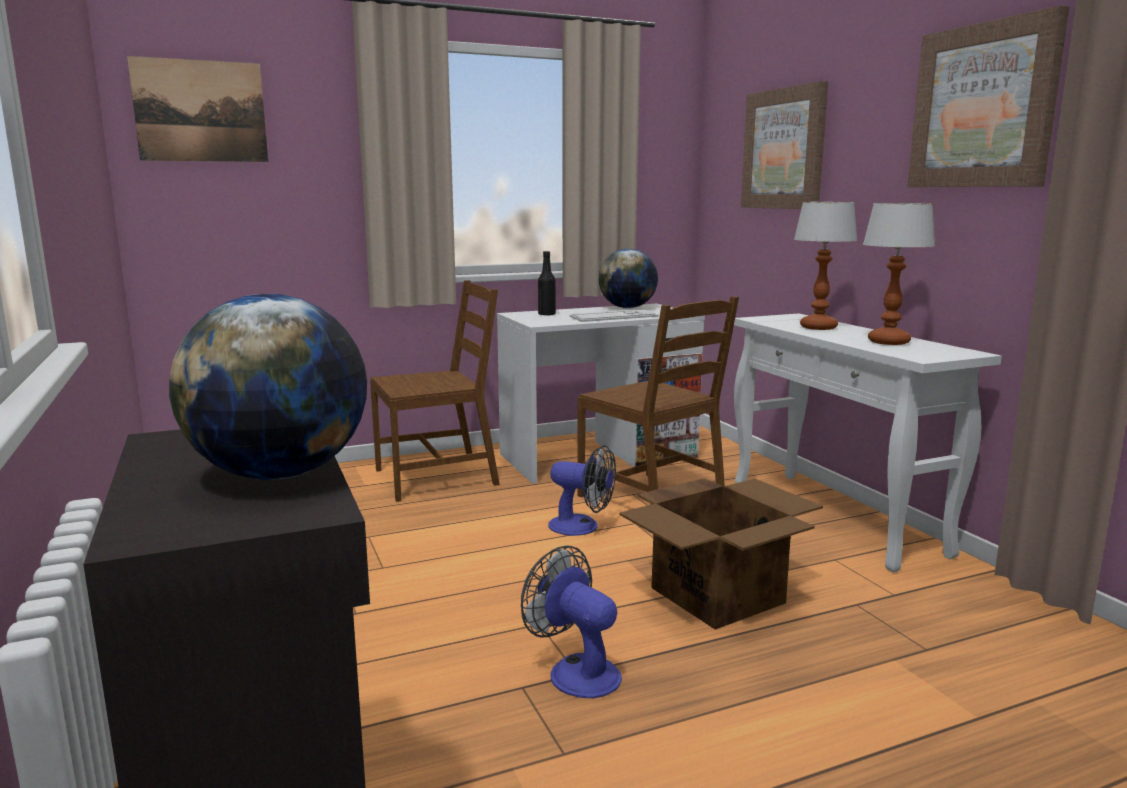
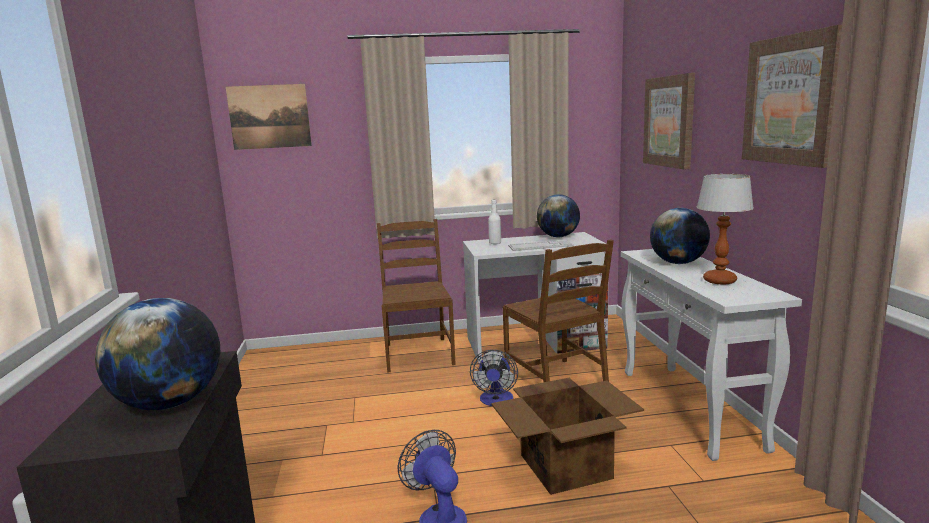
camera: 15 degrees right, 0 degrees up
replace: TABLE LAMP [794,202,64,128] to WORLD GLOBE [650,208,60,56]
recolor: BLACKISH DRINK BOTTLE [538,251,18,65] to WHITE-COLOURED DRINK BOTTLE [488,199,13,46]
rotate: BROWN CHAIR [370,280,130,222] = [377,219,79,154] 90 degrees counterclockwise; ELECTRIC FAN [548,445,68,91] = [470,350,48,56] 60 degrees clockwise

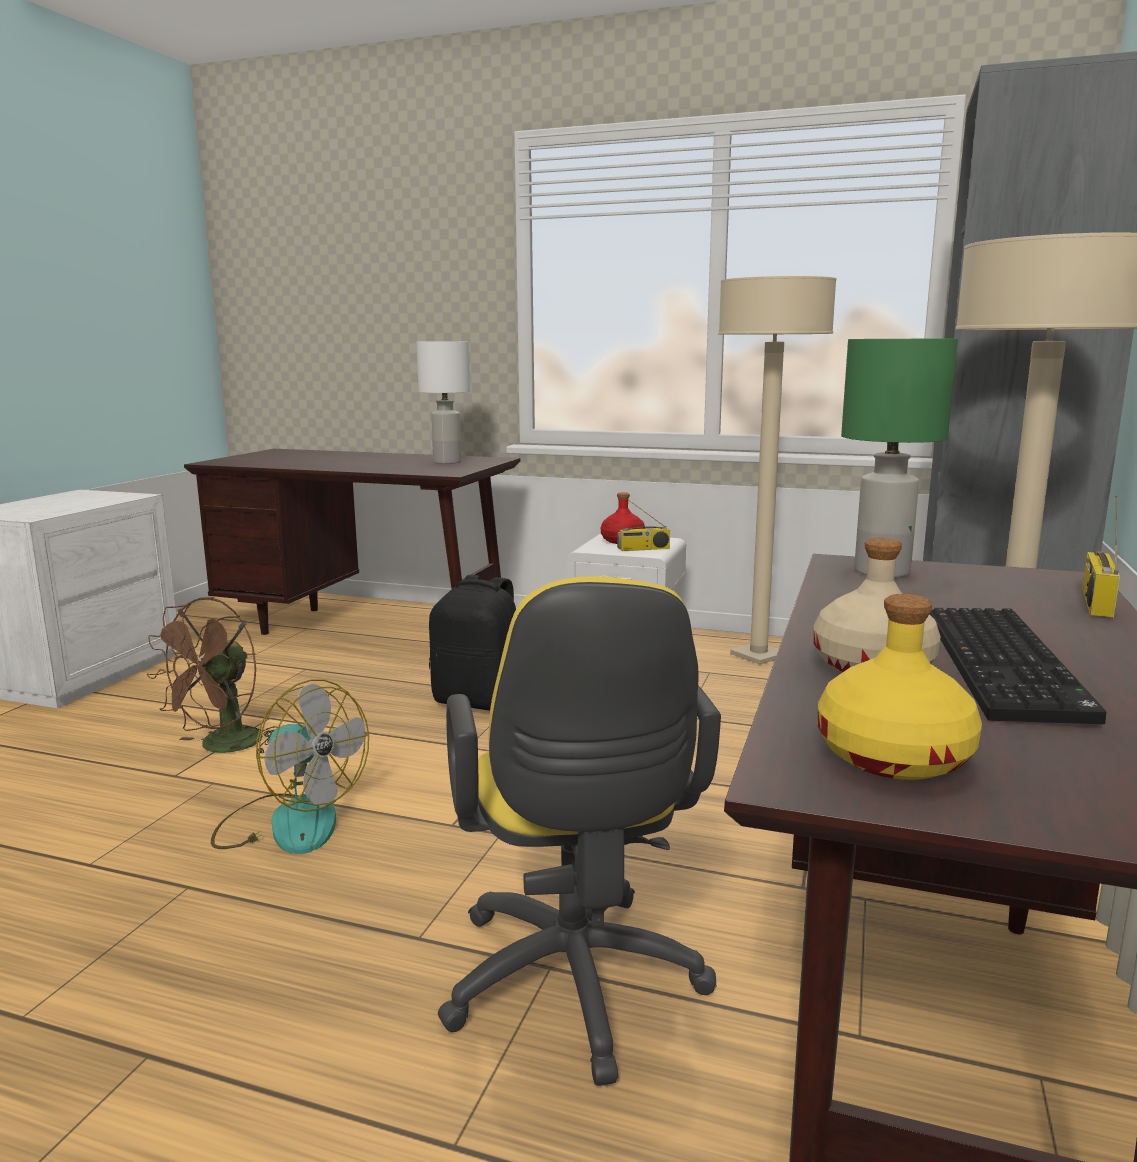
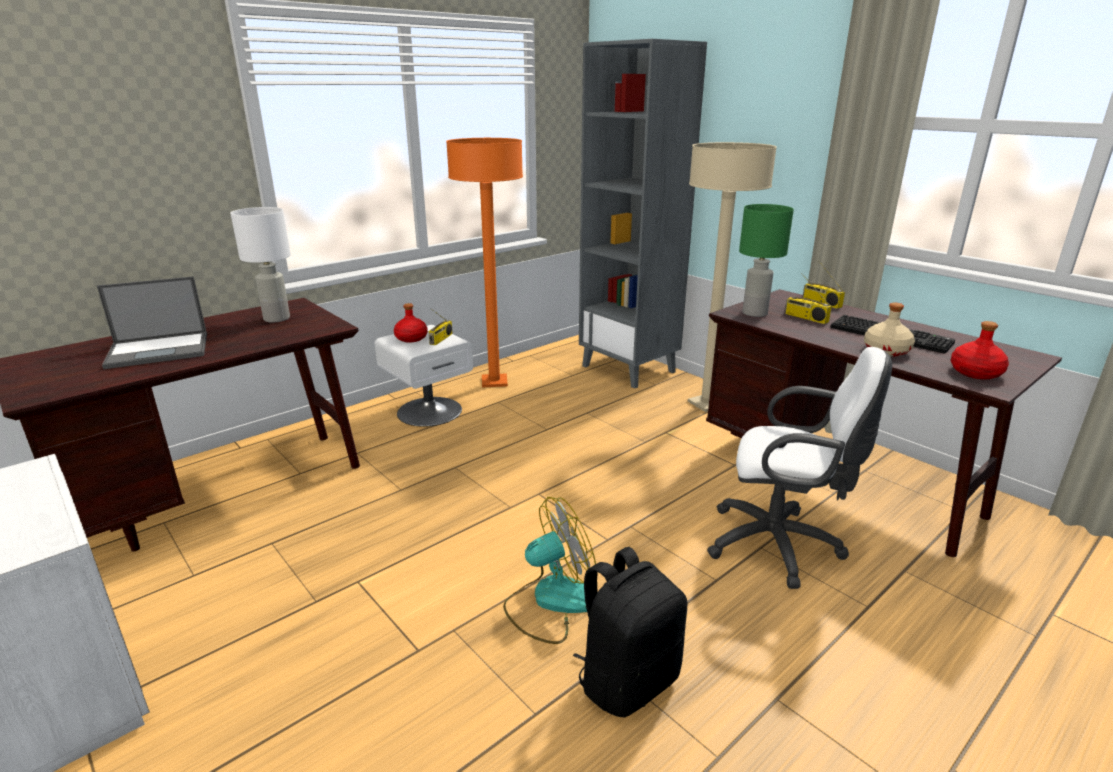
camera: 60 degrees left, 10 degrees up
delete: BROWN ELECTRIC FAN [146,597,132,158]
insert: NOTEBOOK COMPUTER [97,276,110,93]; RADIO RECEIVER [785,273,47,51]
move: BLACKISH RUCKSACK [429,575,87,136] to [573,547,114,170]
recolor: YELLOWISH OFFICE CHAIR [438,576,283,510] to WHITE-COLOURED OFFICE CHAIR [707,347,185,242]; SAND-COLOURED STANDING LAMP [718,276,119,389] to ORANGEY STANDING LAMP [446,138,77,249]; YELLOWISH DRINK BOTTLE [818,594,164,186] to RED-COLOURED DRINK BOTTLE [950,321,59,58]

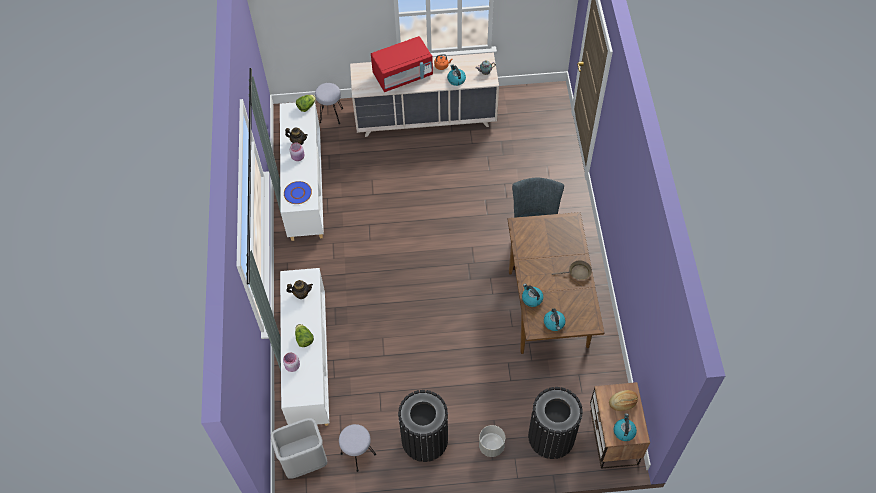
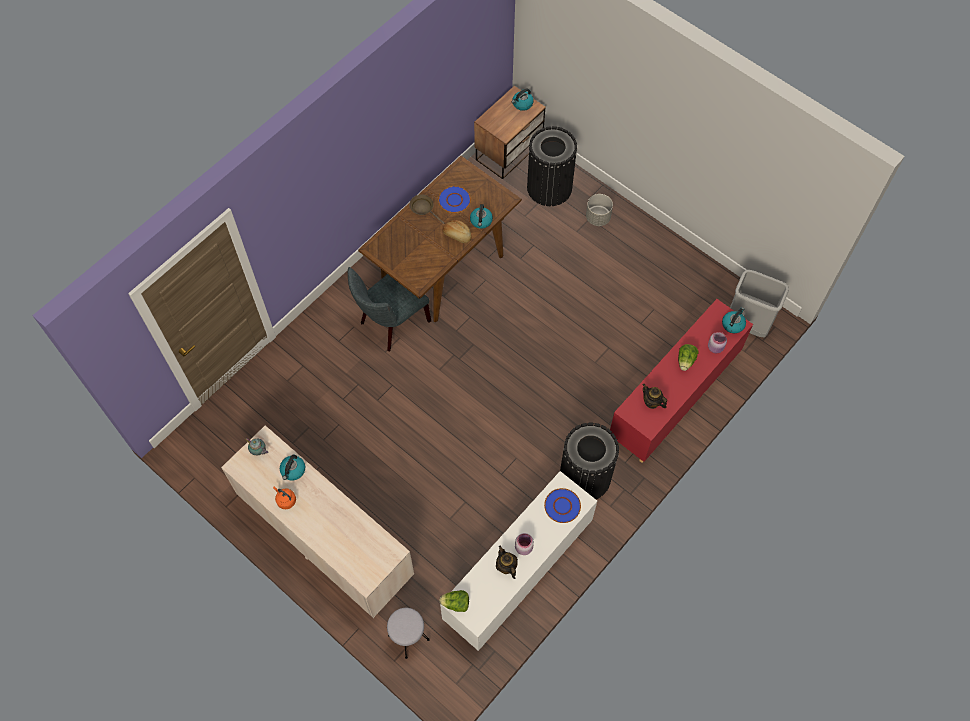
camera: 135 degrees left, 5 degrees up
delete: GREYISH STOOL SEAT [339,424,37,48]; RED-COLOURED MICROWAVE [371,36,62,56]
insert: BLUE-COLOURED FLAT DISH [438,186,33,27]
move: BLACKISH WASTE BIN [398,390,50,72] to [560,423,59,76]; WATER KETTLE [544,308,22,23] to [722,307,24,26]; BREAD [609,390,29,21] to [443,220,29,23]
recolor: WHITE-COLOURED CABINET [280,268,49,158] to RED-COLOURED CABINET [610,299,143,164]

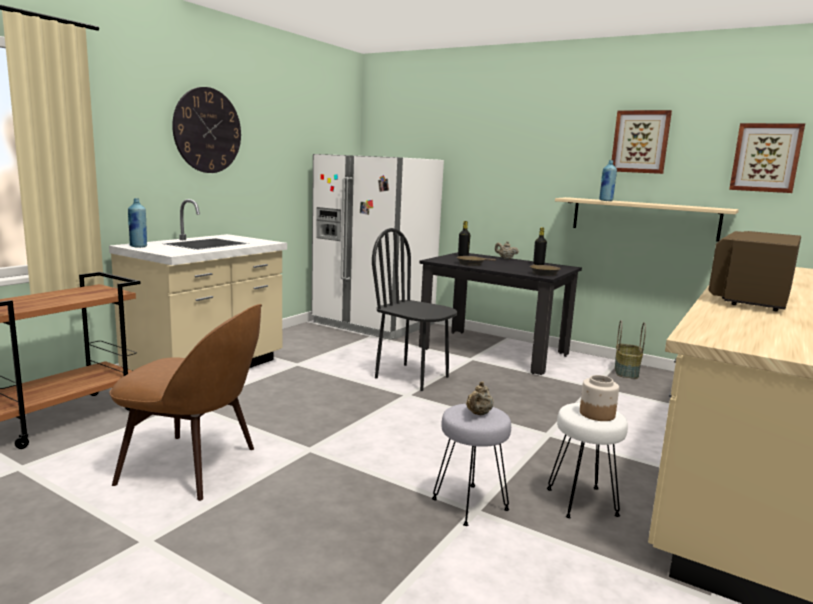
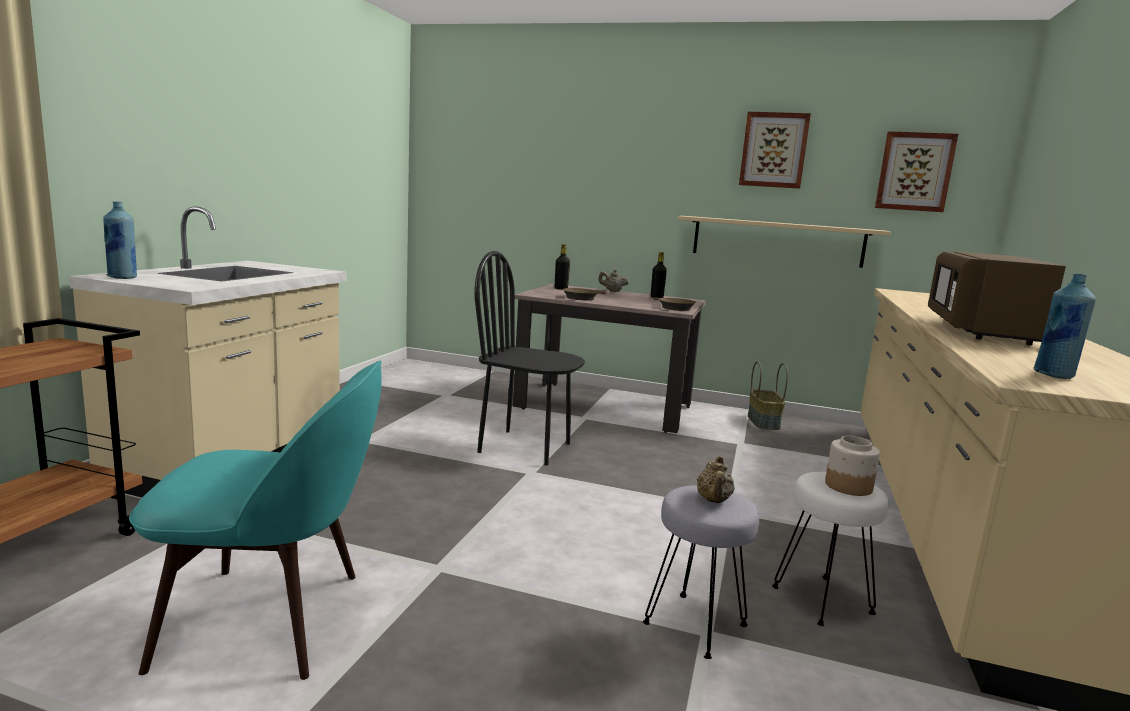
camera: 15 degrees left, 0 degrees up
delete: HANGING CLOCK [172,87,69,86]; WHITE-COLOURED REFRIGERATOR [312,154,132,186]
move: BLUE-COLOURED DRINK BOTTLE [599,160,18,41] to [1034,273,62,106]
recolor: BROWN CHAIR [109,304,153,197] to TURQUOISE-COLOURED CHAIR [129,360,253,320]; BLACKISH DINING TABLE [419,252,163,123] to SAND-COLOURED DINING TABLE [513,284,193,149]

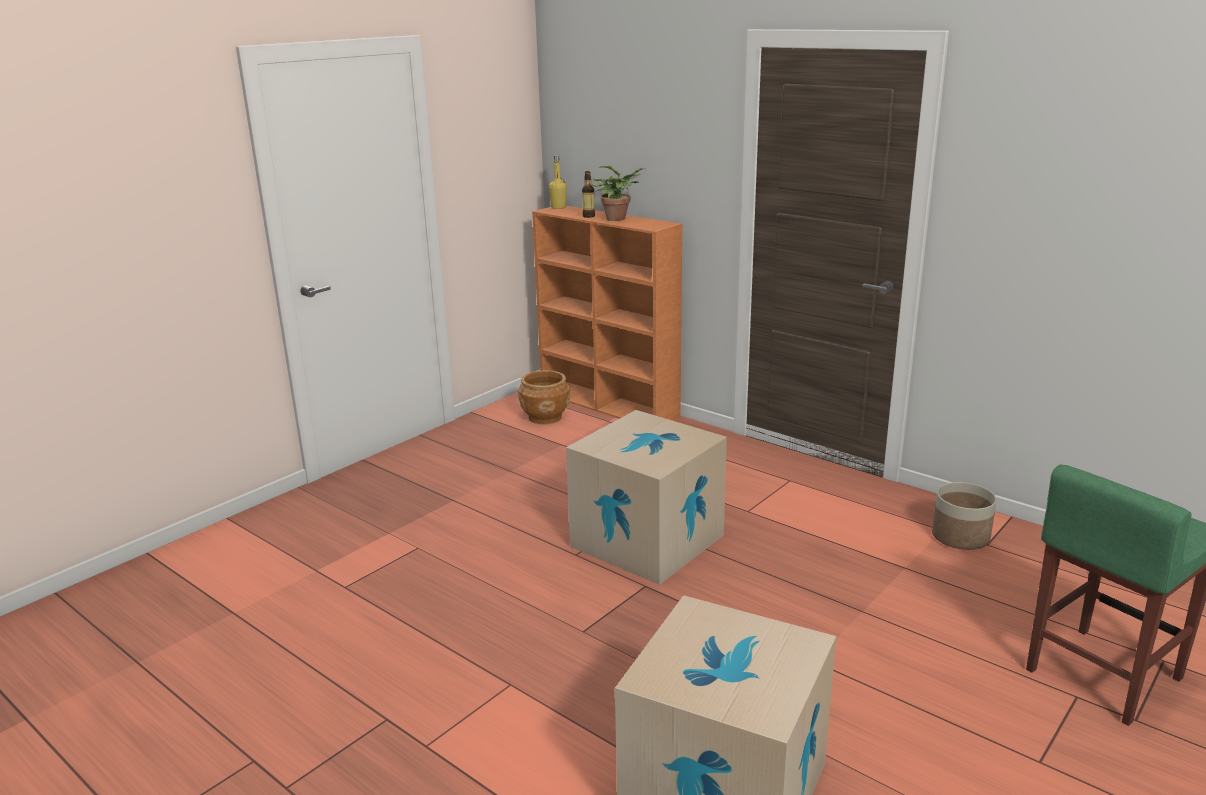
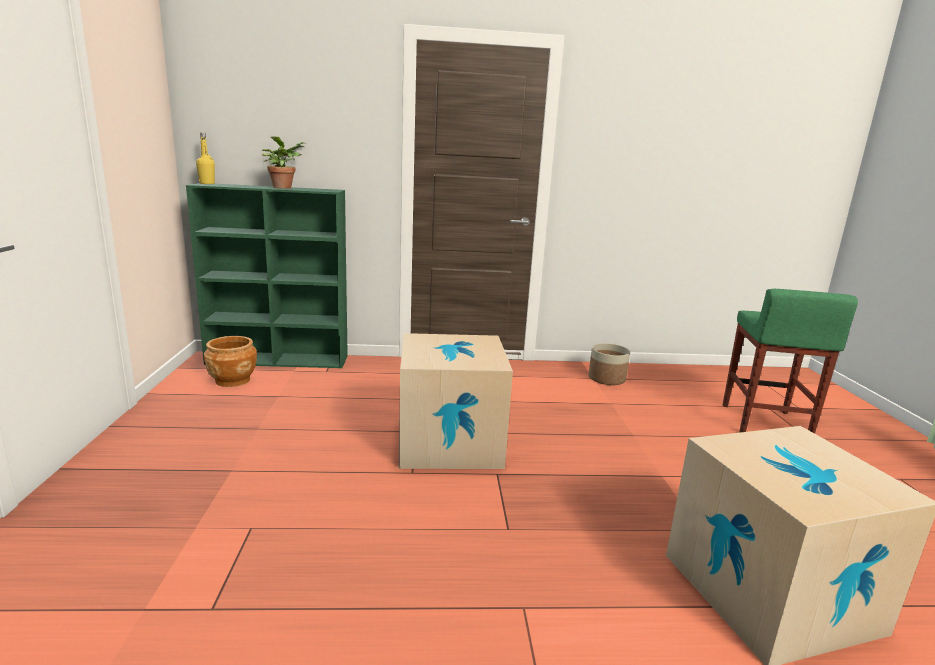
camera: 45 degrees left, 5 degrees down
delete: DRINK BOTTLE [582,171,13,47]
recolor: ORANGEY SHELVING UNIT [532,206,150,215] to GREEN-COLOURED SHELVING UNIT [186,183,162,185]

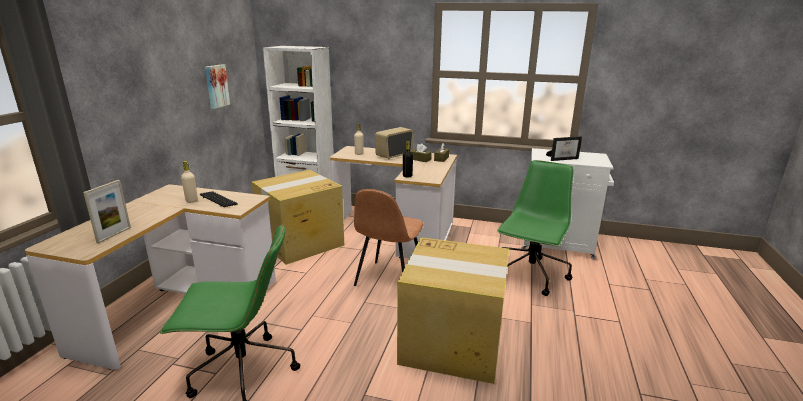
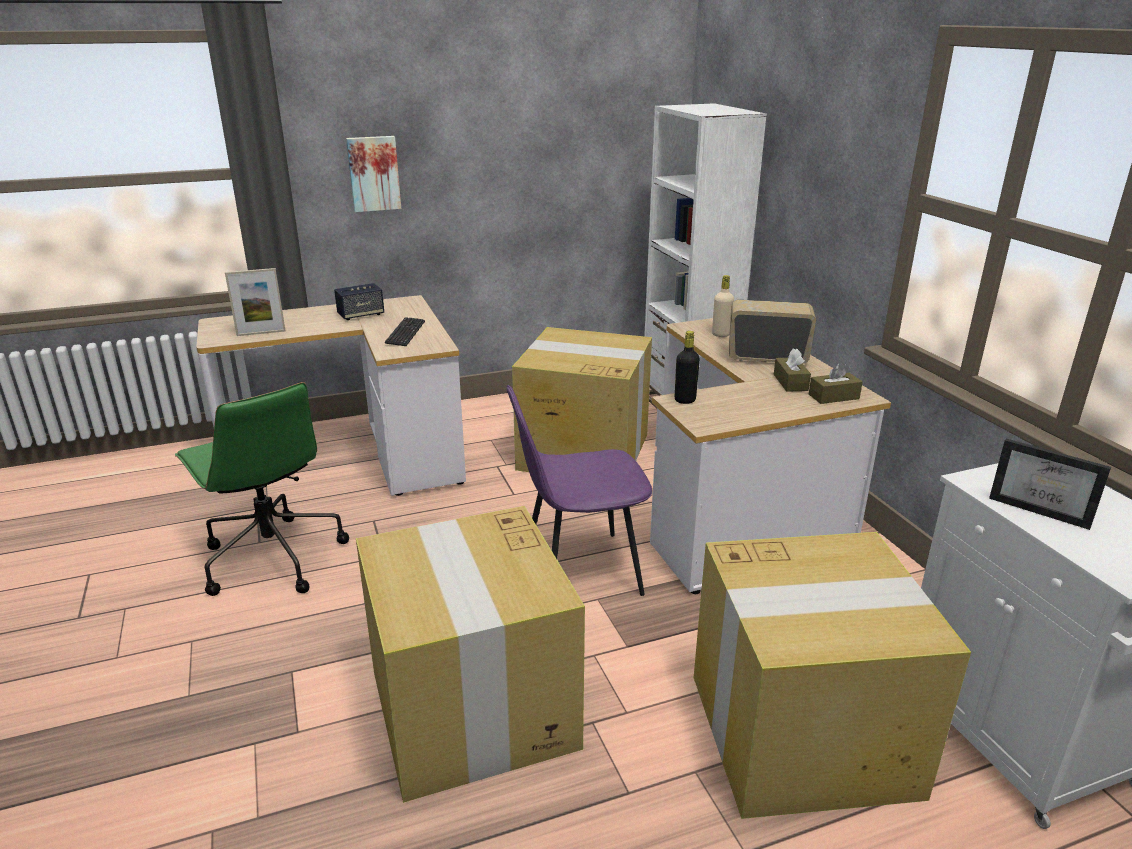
camera: 55 degrees right, 5 degrees up
delete: SAND-COLOURED DRINK BOTTLE [181,161,17,42]
insert: LOUDSPEAKER [334,283,50,37]
move: WALL PICTURE [205,64,25,45] to [346,136,55,76]
replace: GREEN-COLOURED OFFICE CHAIR [497,160,77,136] to CARDBOARD BOX [693,532,278,287]
recolor: BROWN CHAIR [354,189,70,97] to PURPLE-COLOURED CHAIR [506,385,146,211]

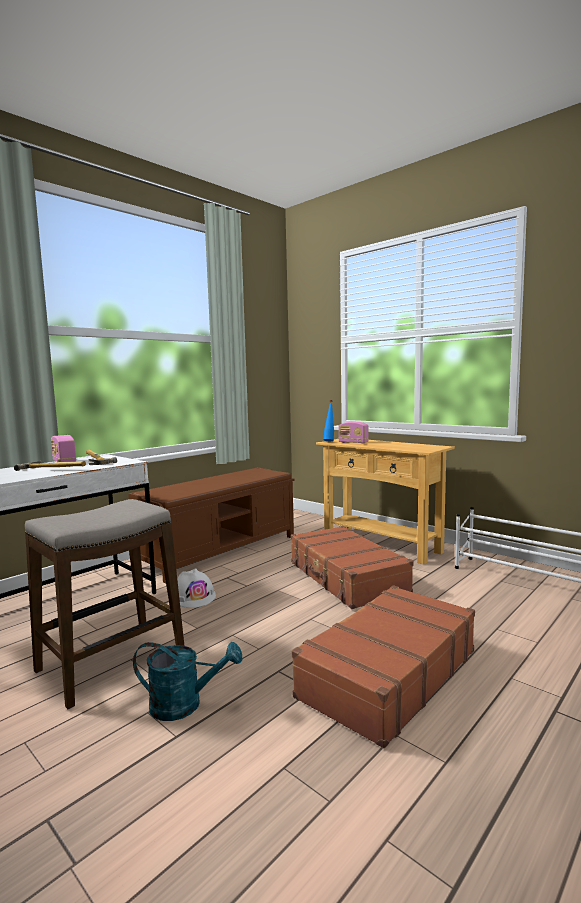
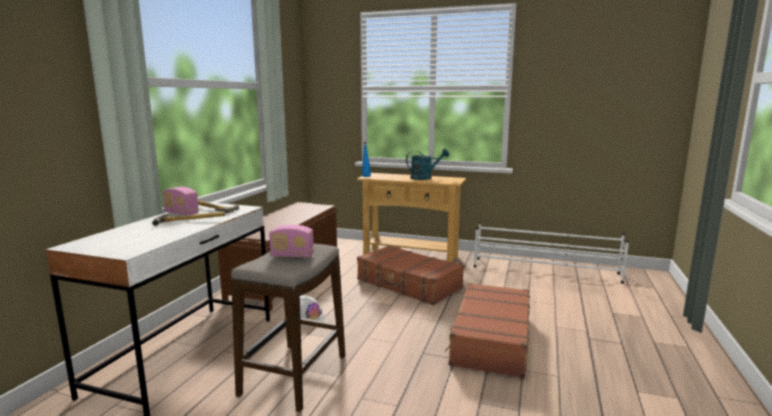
camera: 25 degrees left, 5 degrees up
move: TURQUOISE-COLOURED WATERING CAN [133,642,109,79] to [406,149,43,31]; RADIO RECEIVER [339,421,29,23] to [269,225,45,33]

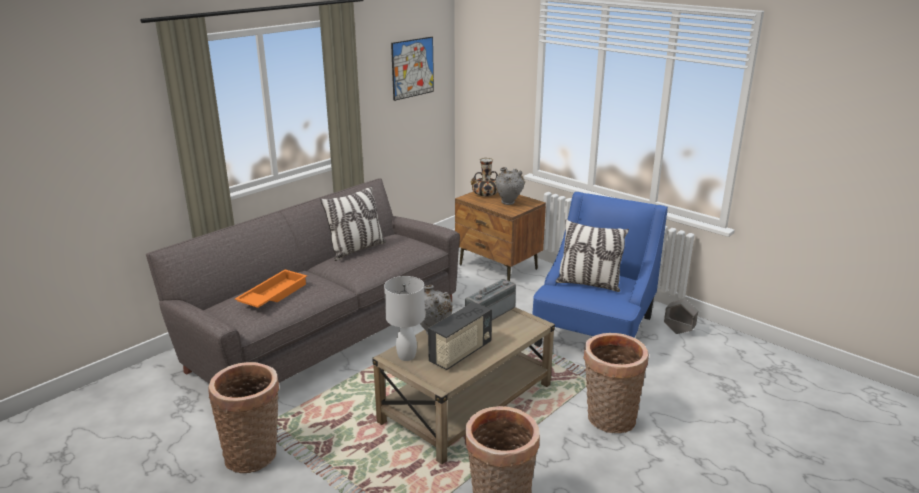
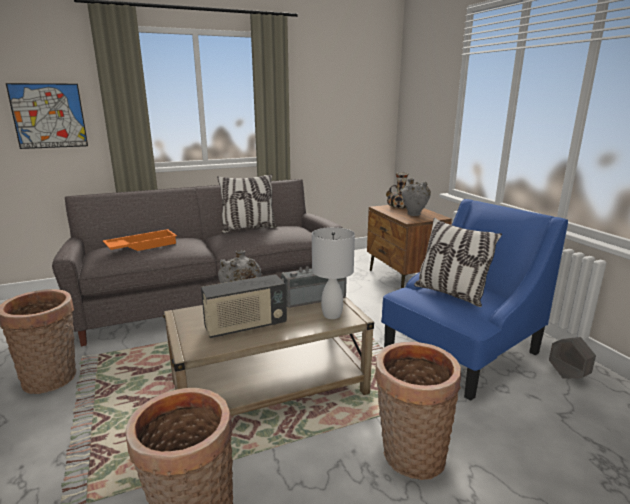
camera: 25 degrees right, 5 degrees down
move: WHITE-COLOURED TABLE LAMP [384,276,41,85] to [312,227,43,92]; WALL PICTURE [391,37,43,64] to [6,83,82,66]

